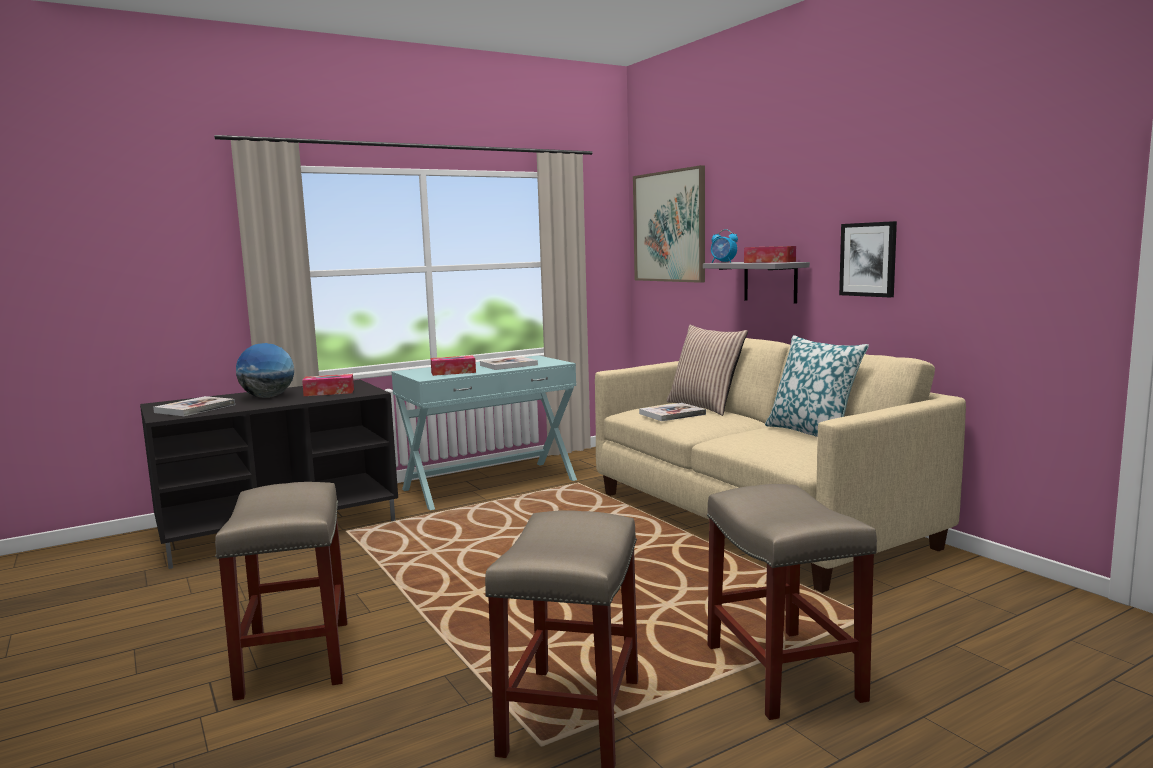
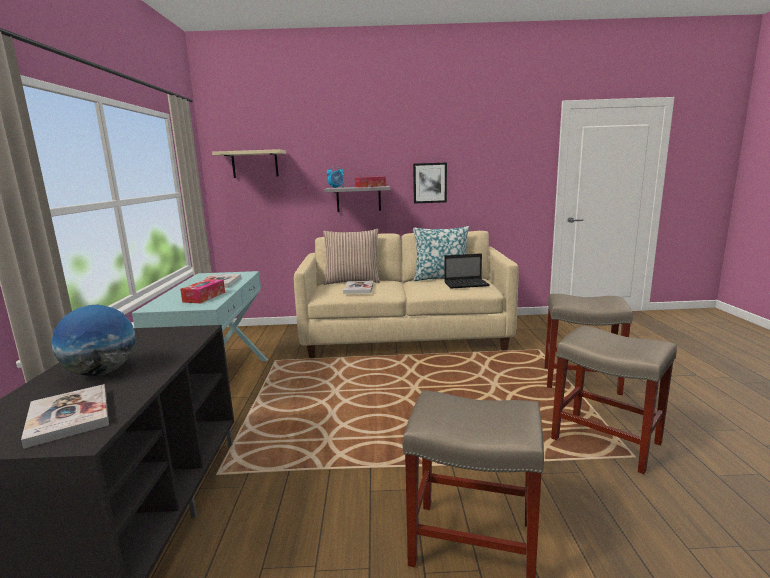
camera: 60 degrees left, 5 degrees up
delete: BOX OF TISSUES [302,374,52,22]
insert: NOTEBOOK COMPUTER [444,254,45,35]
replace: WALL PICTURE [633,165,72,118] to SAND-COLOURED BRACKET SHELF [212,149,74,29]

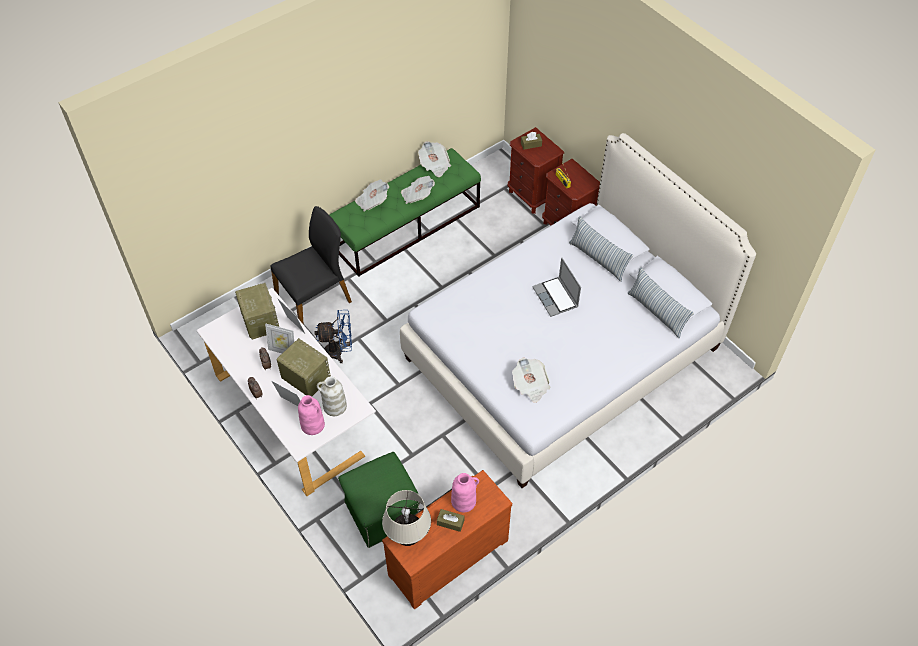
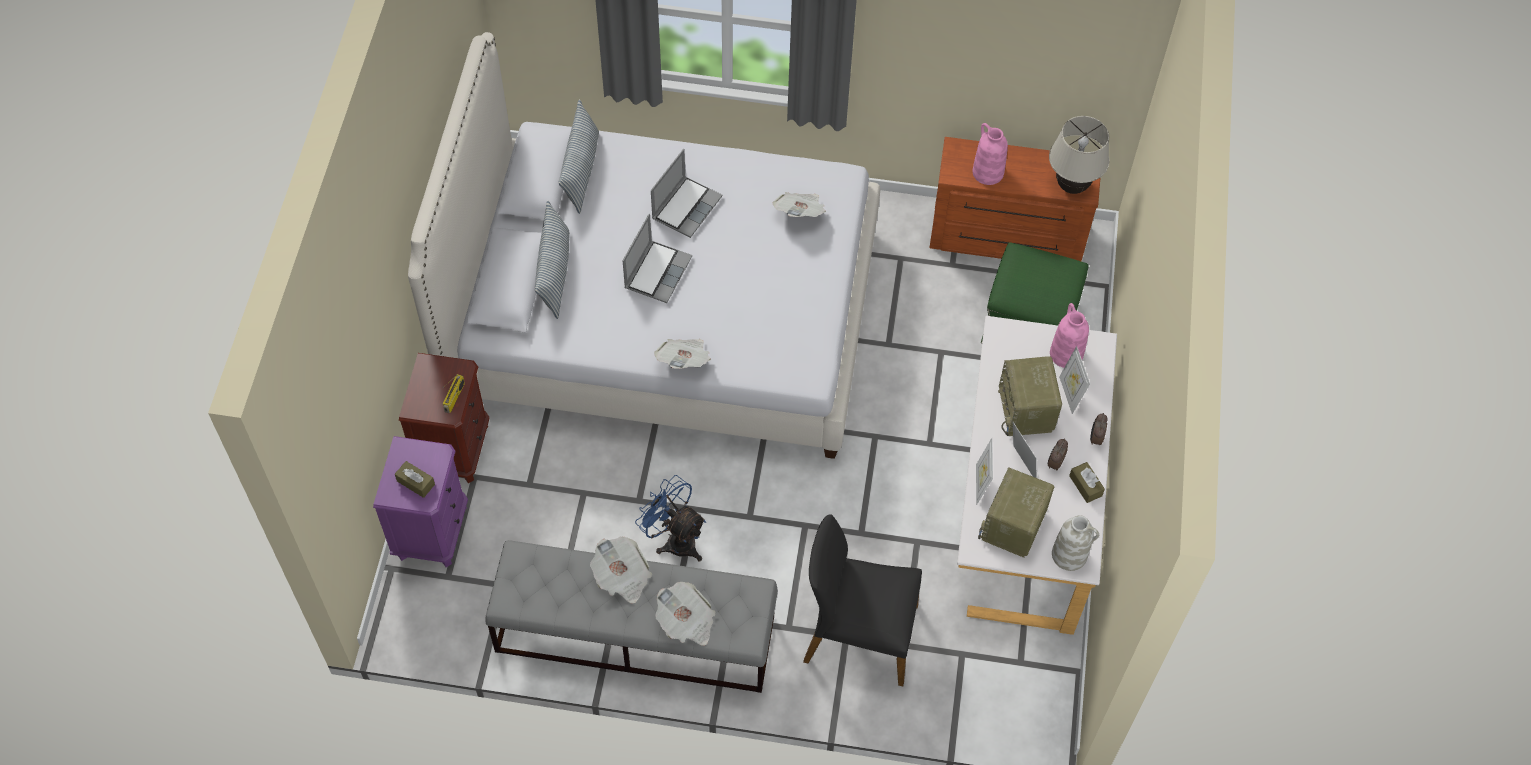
camera: 135 degrees left, 5 degrees up
insert: NOTEBOOK COMPUTER [651,149,71,89]
move: BLUE-COLOURED ELECTRIC FAN [314,310,38,54] to [635,475,71,87]; WHITE-COLOURED DECORATIVE VASE [317,376,30,40] to [1052,515,47,56]; PRINTED PAPER [418,141,33,36] to [654,339,57,30]; BROWN BOX OF TISSUES [437,509,27,23] to [1069,462,36,41]
recolor: GREEN-COLOURED LONG SEAT [329,148,152,129] to GREYISH LONG SEAT [485,540,293,153]; BROWN BEDSIDE TABLE [508,127,56,87] to PURPLE-COLOURED BEDSIDE TABLE [373,436,95,131]

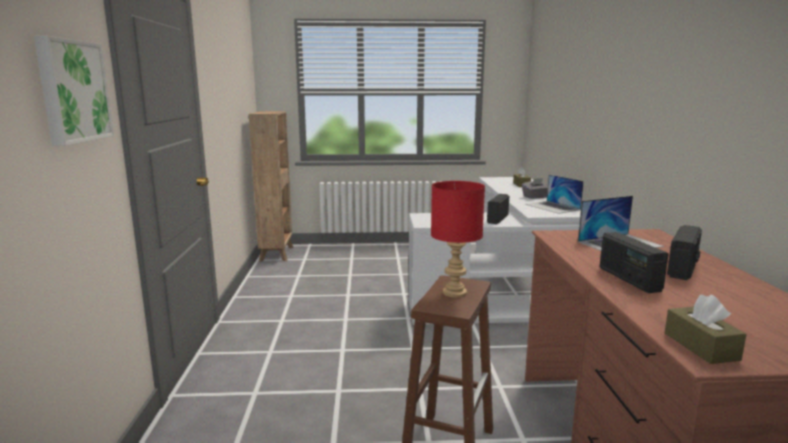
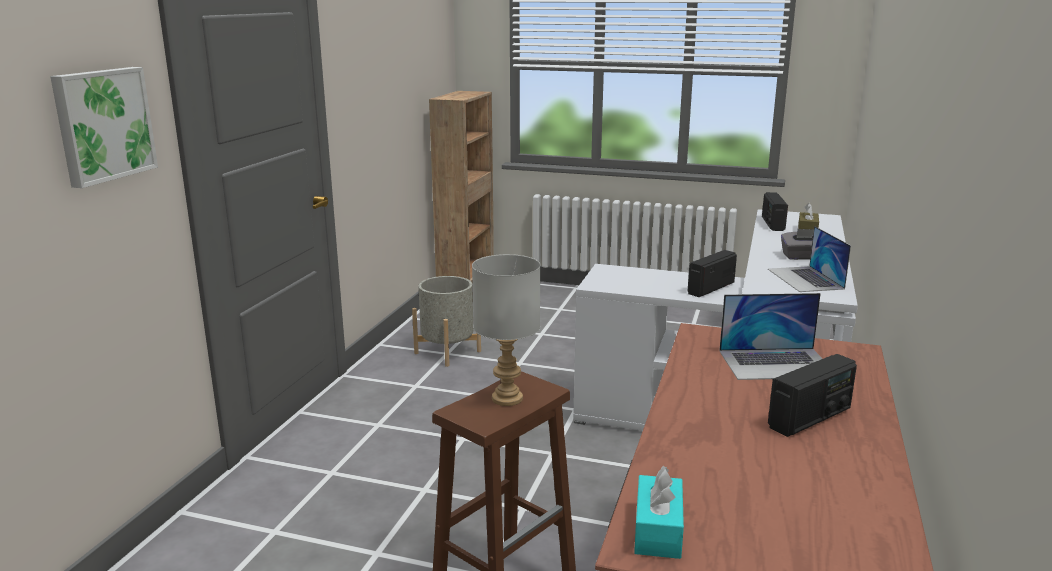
camera: 20 degrees right, 5 degrees up
insert: GREYISH PLANT POT [412,276,69,91]
move: RADIO RECEIVER [600,232,69,61] to [762,192,26,39]
recolor: RED-COLOURED TABLE LAMP [431,181,54,117] to GREYISH TABLE LAMP [472,254,69,152]; BROWN BOX OF TISSUES [665,294,82,70] to TURQUOISE-COLOURED BOX OF TISSUES [634,466,50,93]

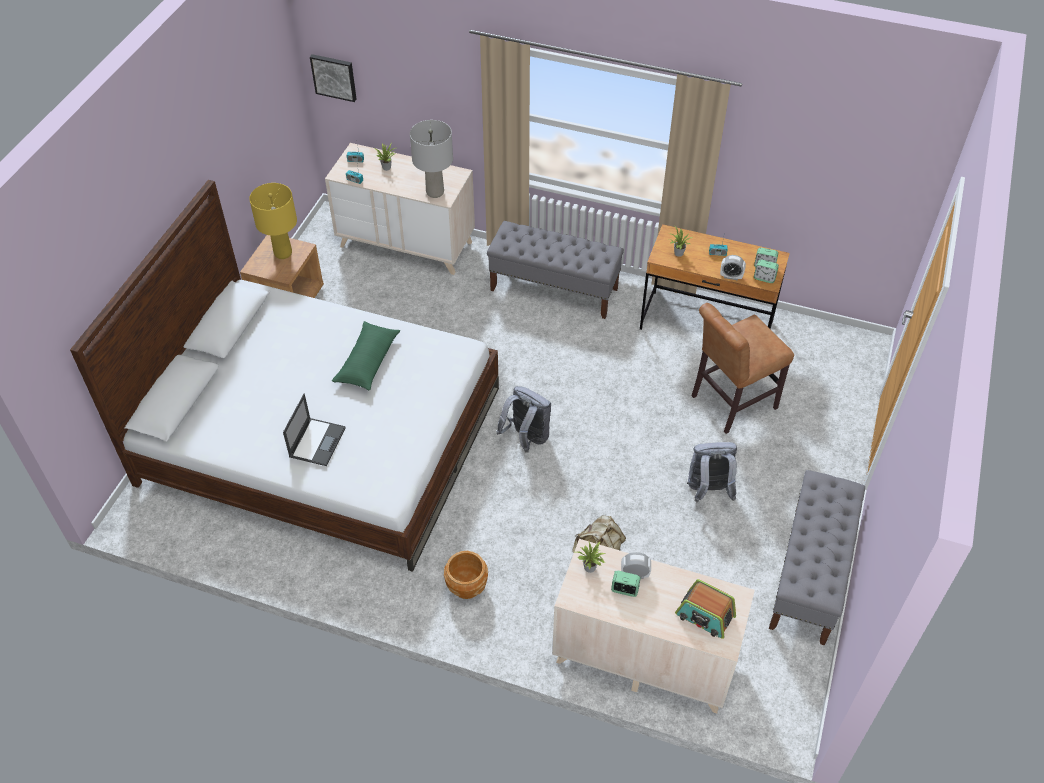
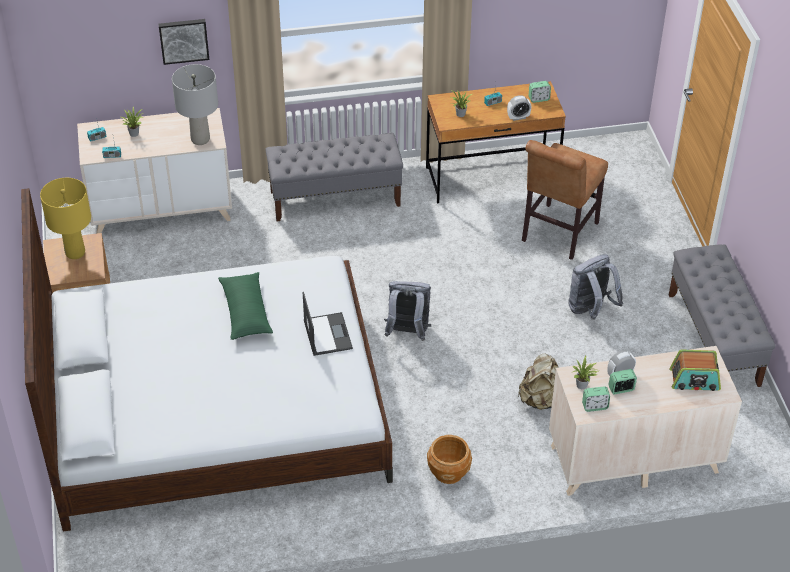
camera: 30 degrees left, 5 degrees down
move: NOTEBOOK COMPUTER [283,394,63,72] to [303,292,50,64]; WALL PICTURE [310,54,46,48] to [158,19,51,46]; ALARM CLOCK [754,259,25,24] to [582,386,28,26]

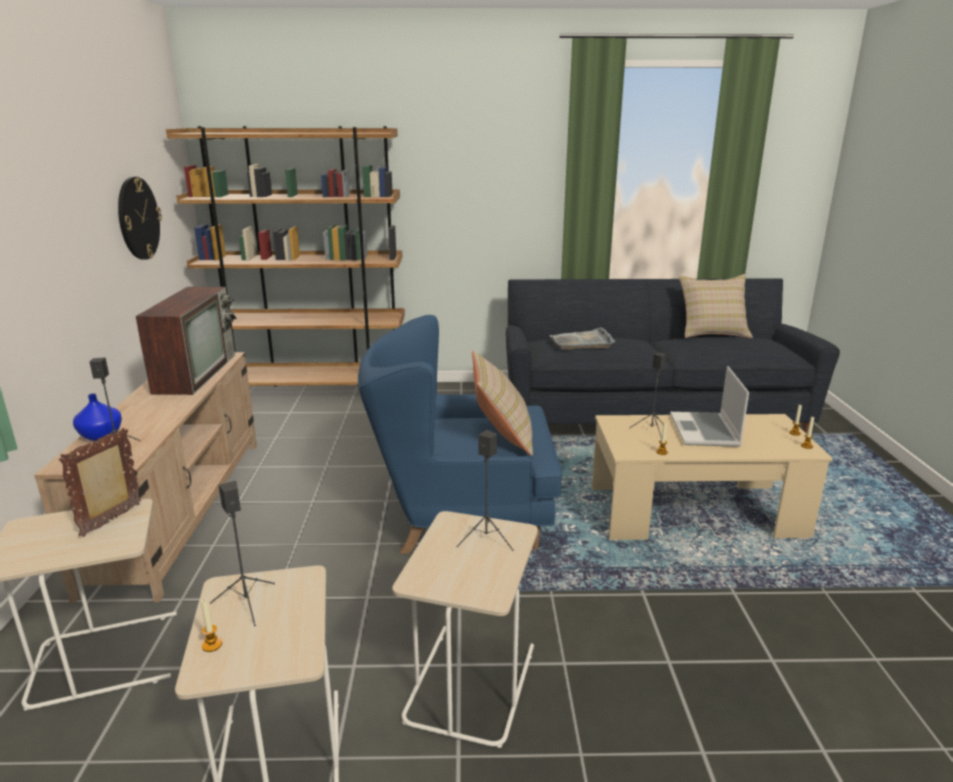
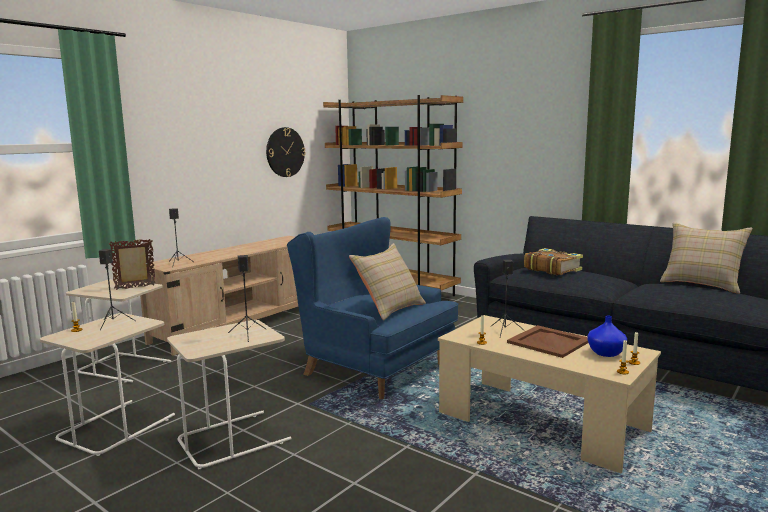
camera: 40 degrees right, 10 degrees down
delete: TV [135,287,102,108]
move: BLUE-COLOURED DECORATIVE VASE [73,394,49,47] to [587,315,40,42]
replace: GREYISH TRAY [549,327,66,23] to VOLUME [524,248,59,27]; NOTEBOOK COMPUTER [670,366,79,81] to BROWN TRAY [507,325,81,33]

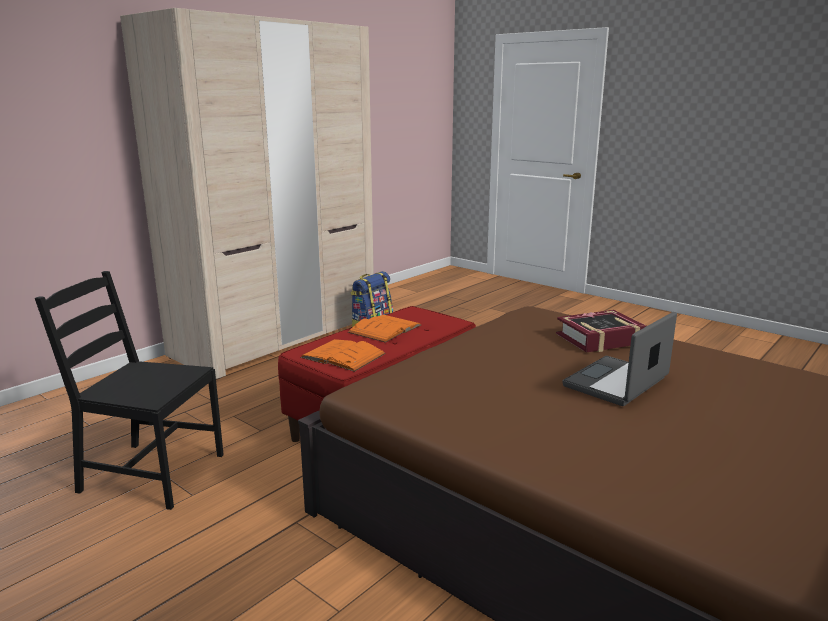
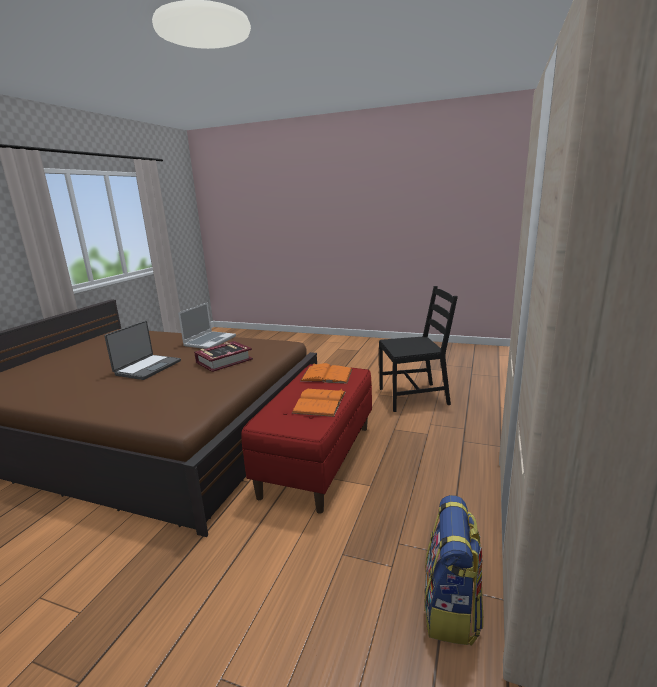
camera: 160 degrees right, 0 degrees up
insert: NOTEBOOK COMPUTER [178,302,58,47]
move: VOLUME [556,310,90,43] to [194,341,59,31]

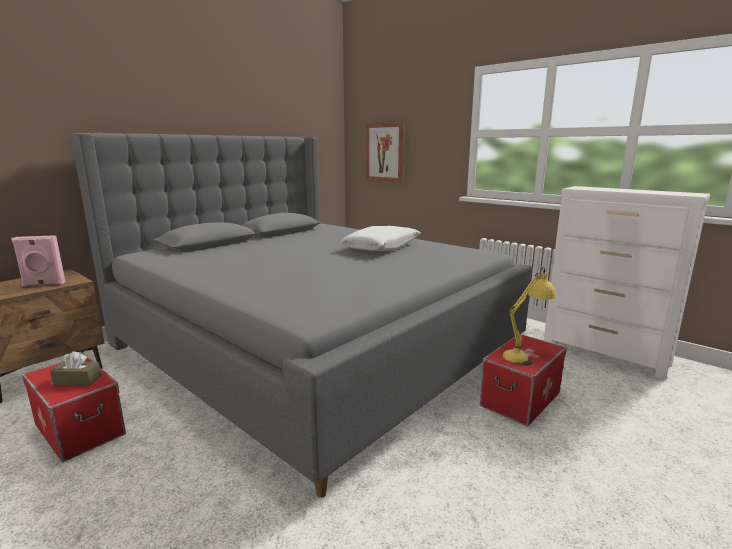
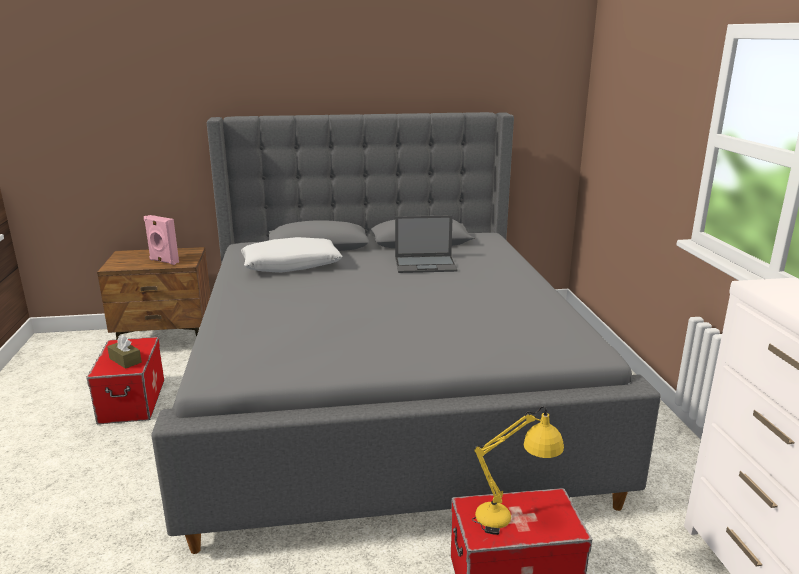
camera: 40 degrees right, 5 degrees up
delete: WALL PICTURE [366,122,39,61]
insert: NOTEBOOK COMPUTER [395,215,63,58]
move: WHITE-COLOURED THROW PILLOW [341,226,79,25] to [241,237,101,36]

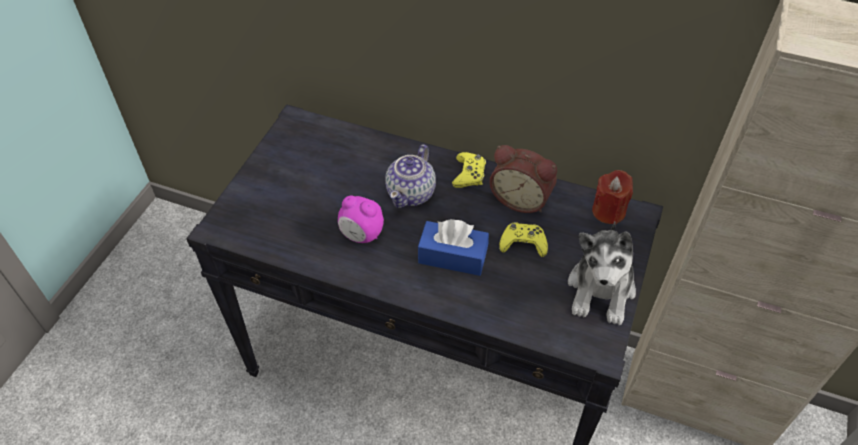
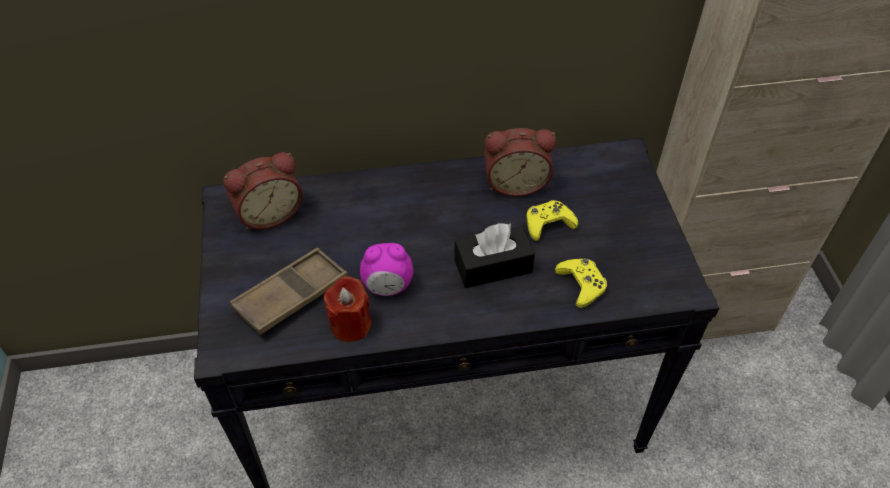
camera: 30 degrees left, 0 degrees up
delete: POT FOR TEA [385,144,51,64]; PLUSH TOY [568,222,68,103]
insert: ALARM CLOCK [223,152,80,78]; BROWN TRAY [230,248,118,87]
move: YELLOWISH GAME CONTROLLER [452,152,34,36] to [555,258,52,50]; RED-COLOURED CANDLE [592,170,41,55] to [324,276,47,66]
recolor: BLUE-COLOURED BOX OF TISSUES [418,219,71,57] to BLACKISH BOX OF TISSUES [454,223,81,65]

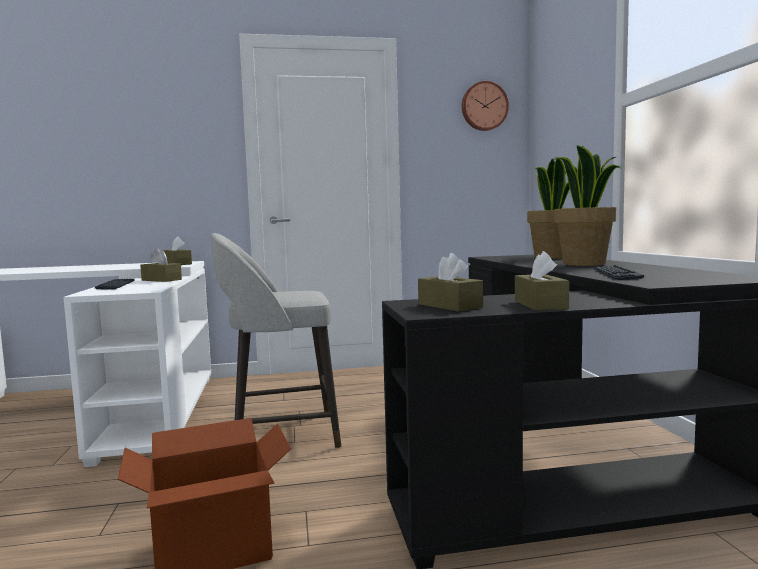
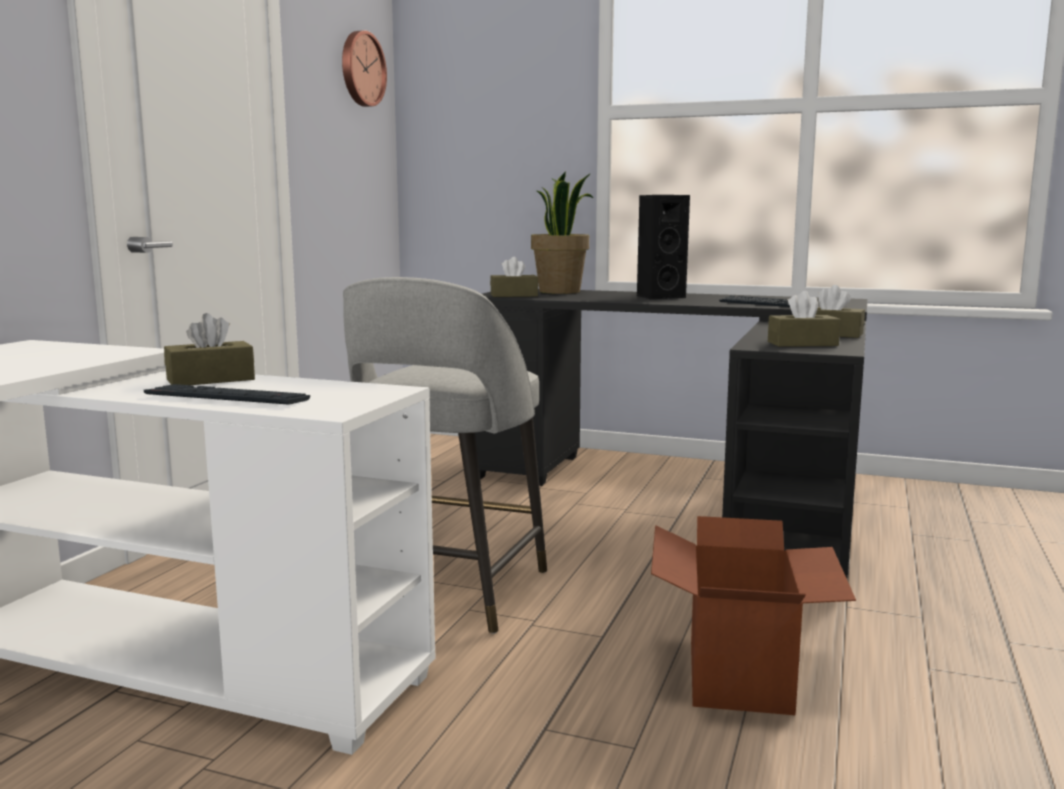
camera: 60 degrees left, 5 degrees up
move: BROWN BOX OF TISSUES [163,236,29,29] to [490,257,48,40]
replace: PLANT IN A POT [554,145,67,121] to BLACKISH LOUDSPEAKER [637,195,53,104]

